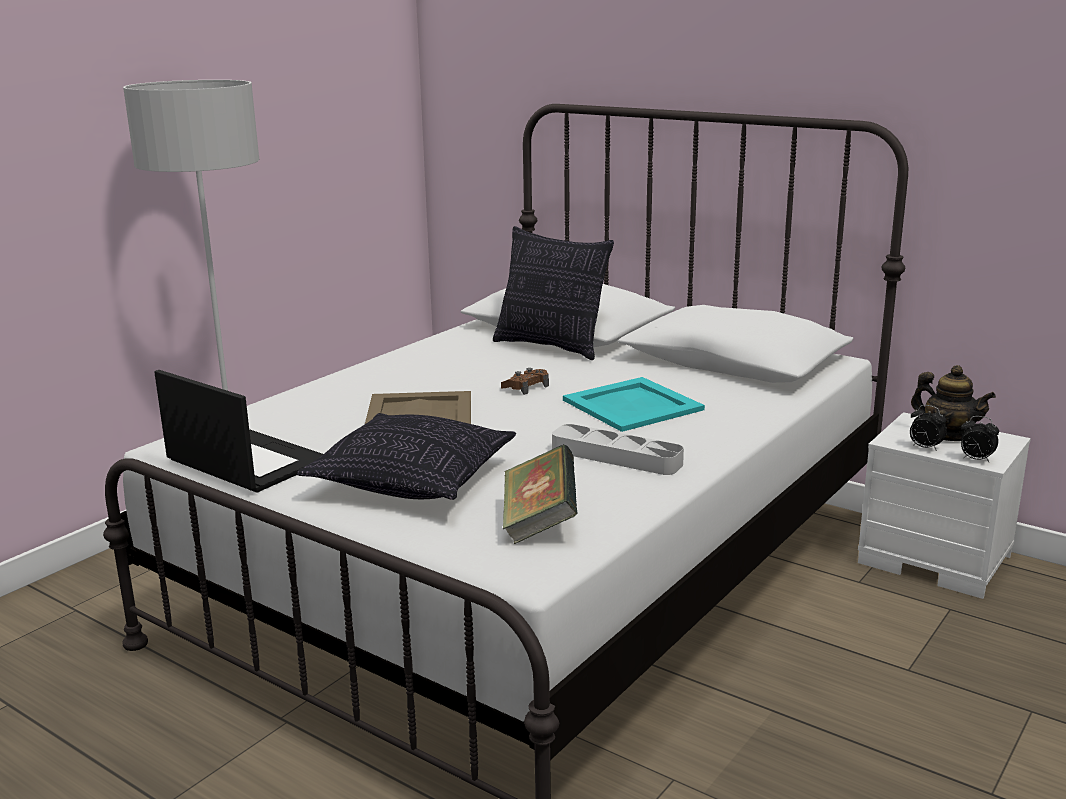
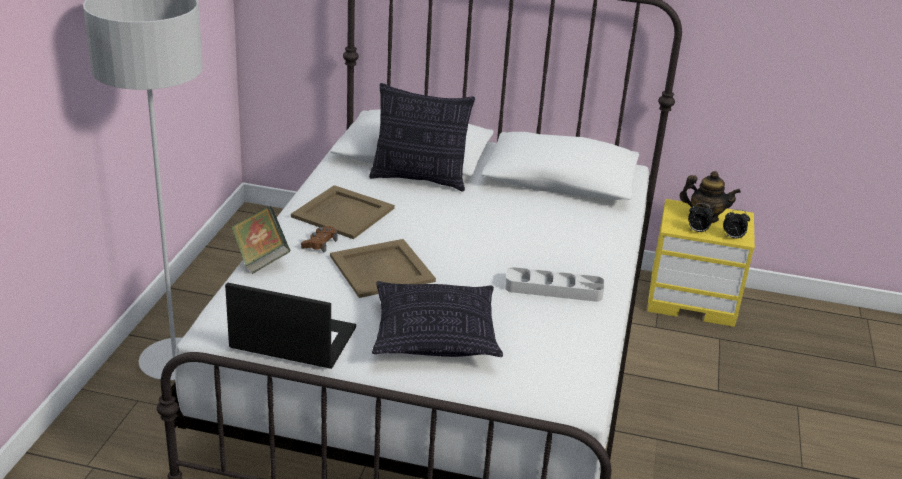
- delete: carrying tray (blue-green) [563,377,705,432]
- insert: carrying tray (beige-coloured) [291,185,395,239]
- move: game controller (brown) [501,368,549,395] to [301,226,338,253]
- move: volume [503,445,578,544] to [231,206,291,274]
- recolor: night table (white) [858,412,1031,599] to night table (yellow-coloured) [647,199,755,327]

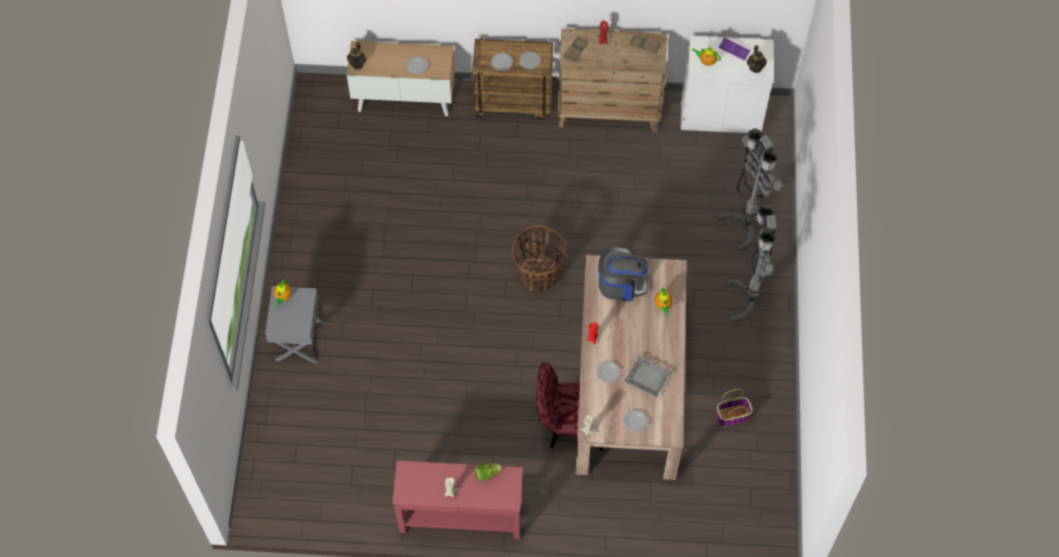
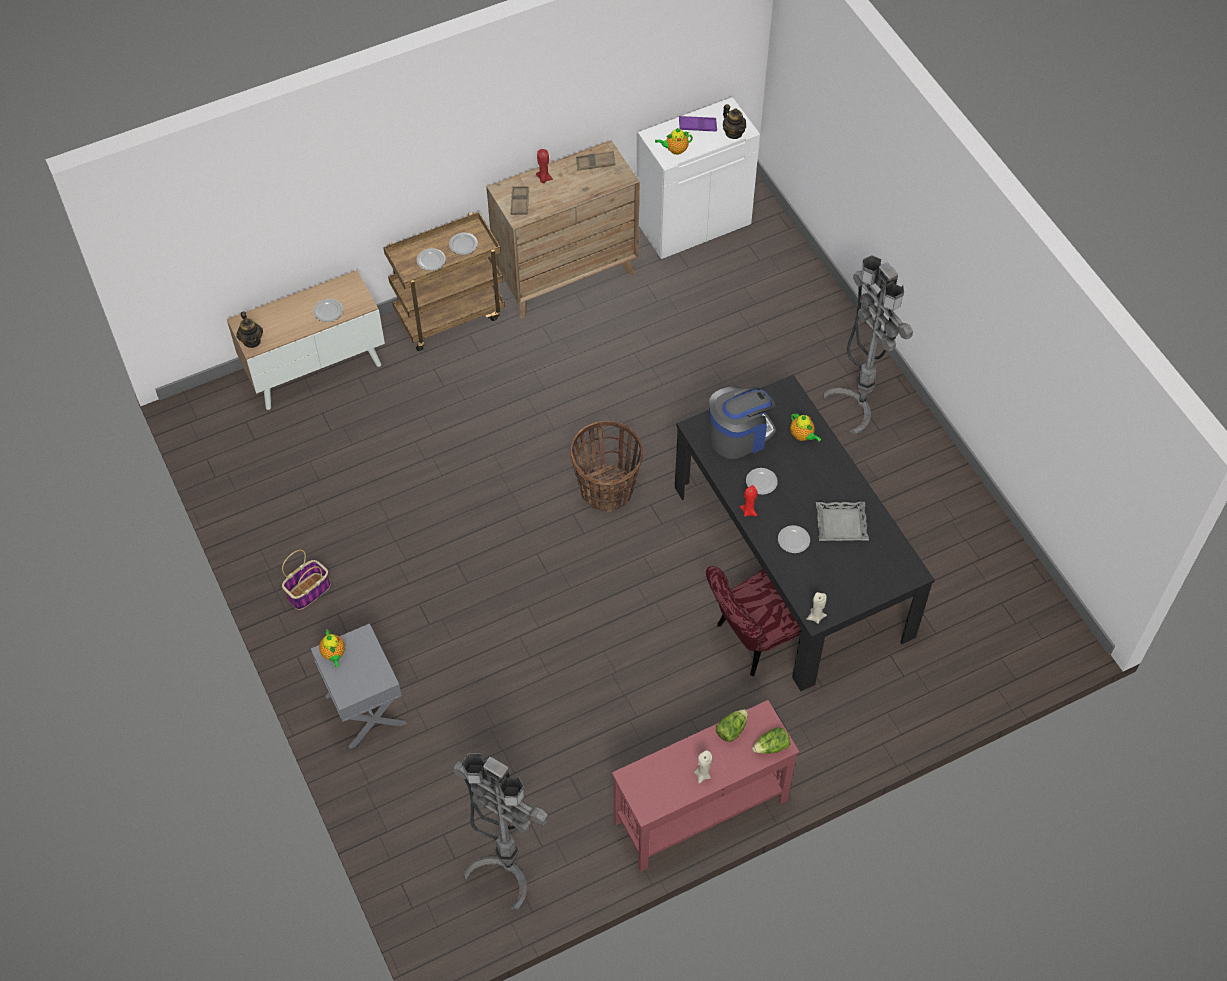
- insert: lettuce [752,728,790,754]
- move: plate [624,410,648,433] to [746,468,778,495]
- move: storage basket [716,389,753,427] to [282,550,331,610]
- move: standard lamp (greyish) [718,128,783,251] to [454,753,548,910]
- recolor: kitchen table (beige-coloured) [576,255,687,480] to kitchen table (black-coloured) [675,375,935,691]

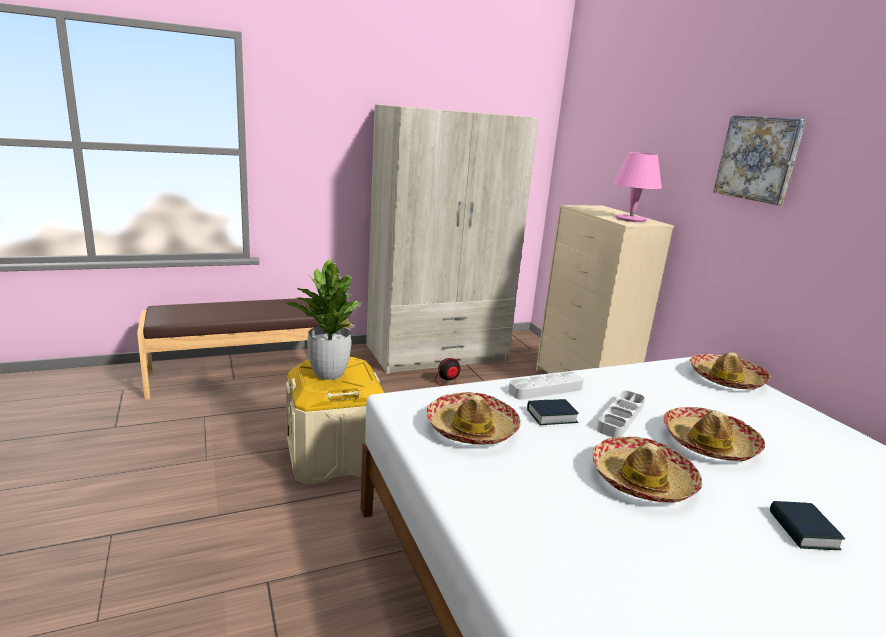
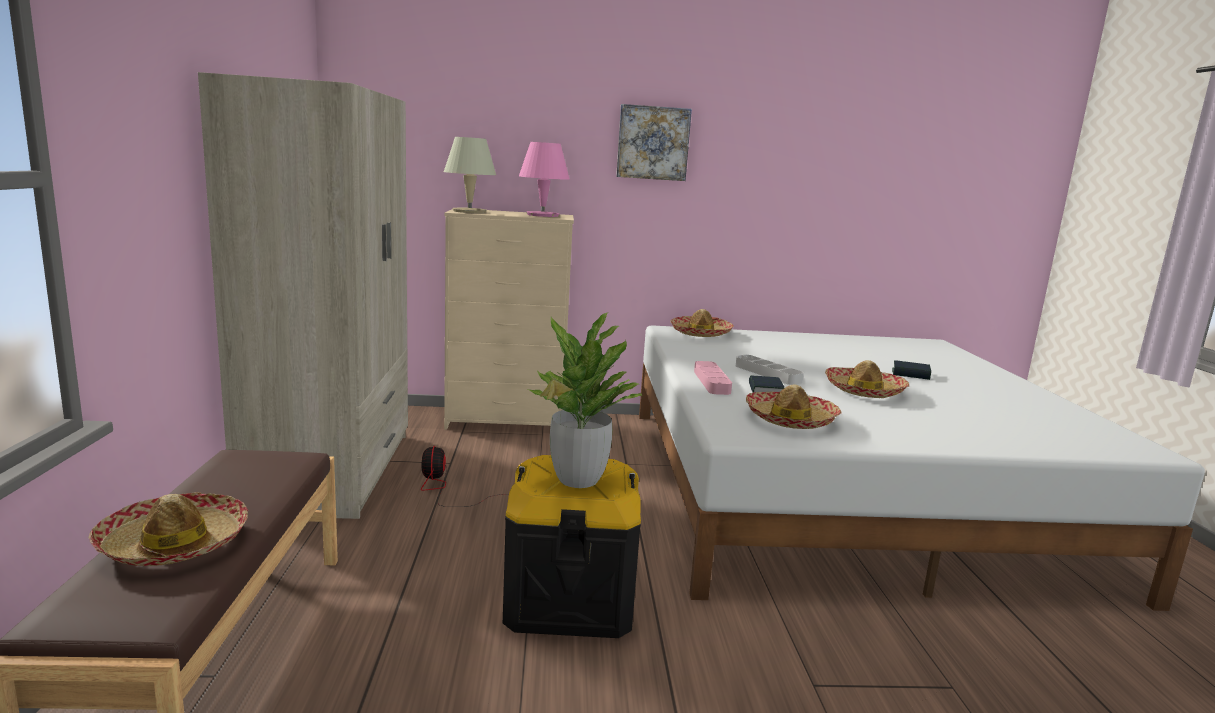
- insert: tabletop lamp (beige-coloured) [444,137,496,213]
- move: wearable hat [664,407,765,461] to [89,492,248,566]
- recolor: storage box (beige-coloured) [286,357,385,484] to storage box (black-coloured) [503,455,641,638]
- recolor: carrying tray (greyish) [508,372,584,400] to carrying tray (pink) [694,361,732,395]

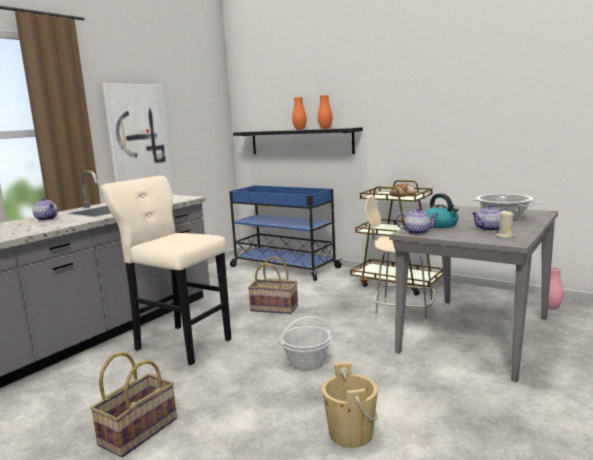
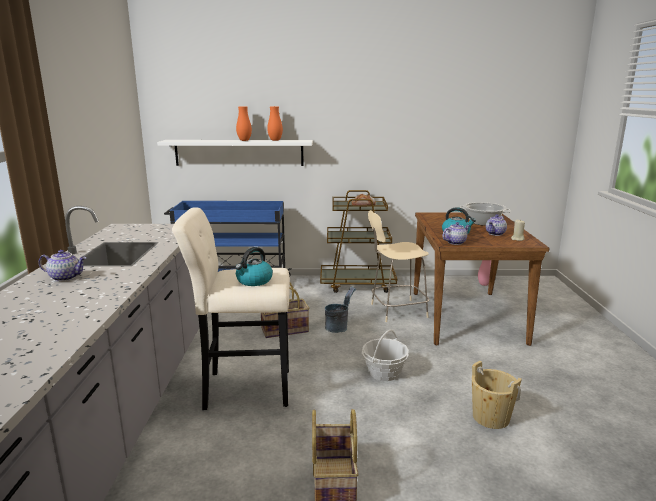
- delete: wall picture [102,83,173,185]
- insert: water kettle [235,247,273,286]
- insert: water bucket (greyish) [325,286,356,333]
- recolor: shelf (black-coloured) [233,127,363,154] to shelf (white) [157,140,313,166]
- recolor: kitchen table (greyish) [389,205,558,382] to kitchen table (brown) [414,213,550,346]

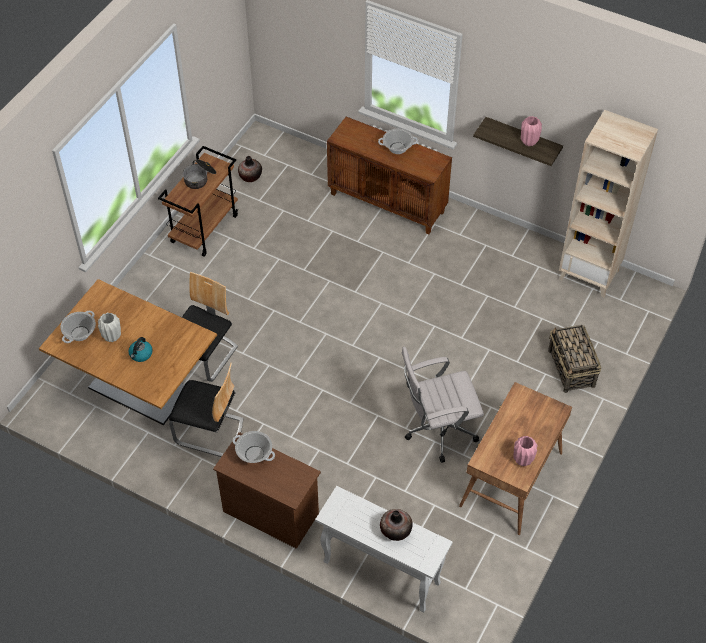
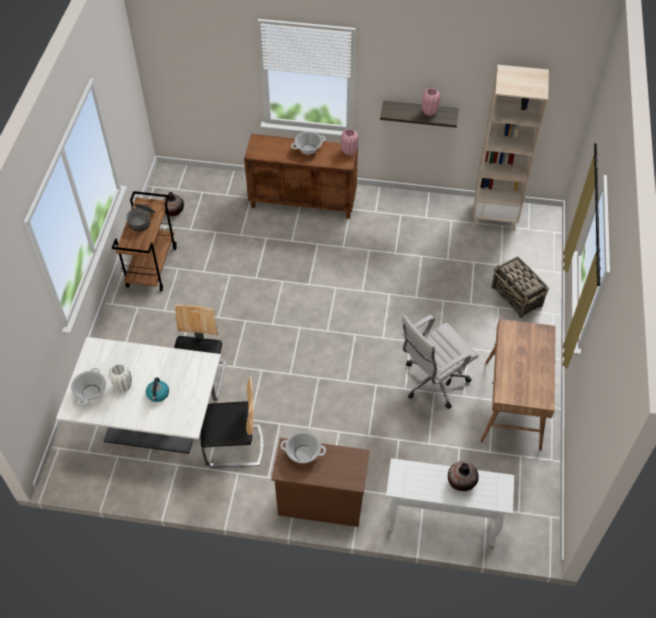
- move: vase (pink) [513,436,538,466] to [341,129,359,155]
- recolor: kitchen table (brown) [39,279,217,425] to kitchen table (white) [56,337,221,454]

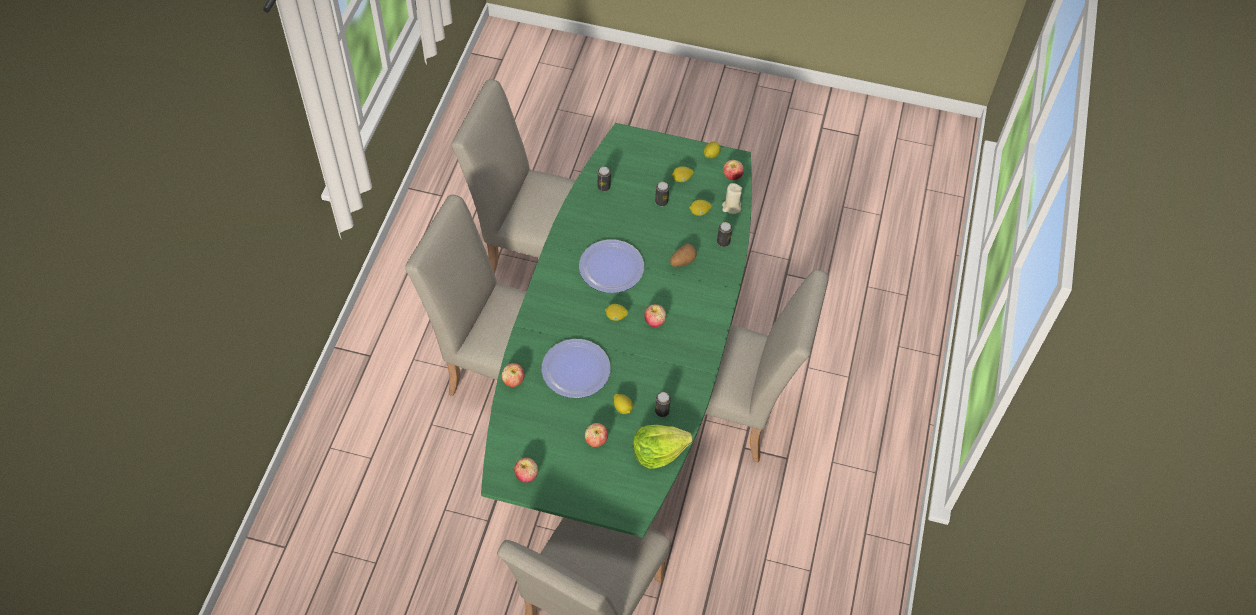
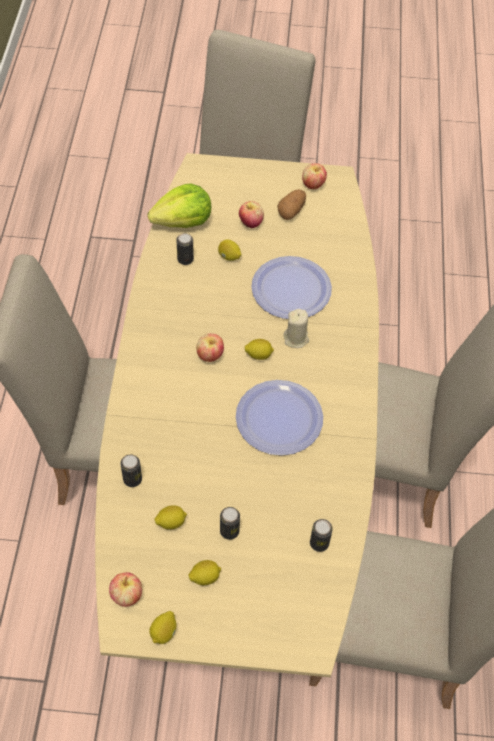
- delete: apple fruit [502,363,525,387]
- move: potato [670,244,696,267] to [277,189,306,220]
- move: candle (beige-coloured) [722,183,742,214] to [284,309,309,348]
- recolor: kitchen table (greenish) [481,123,752,538] to kitchen table (beige-coloured) [95,153,379,677]

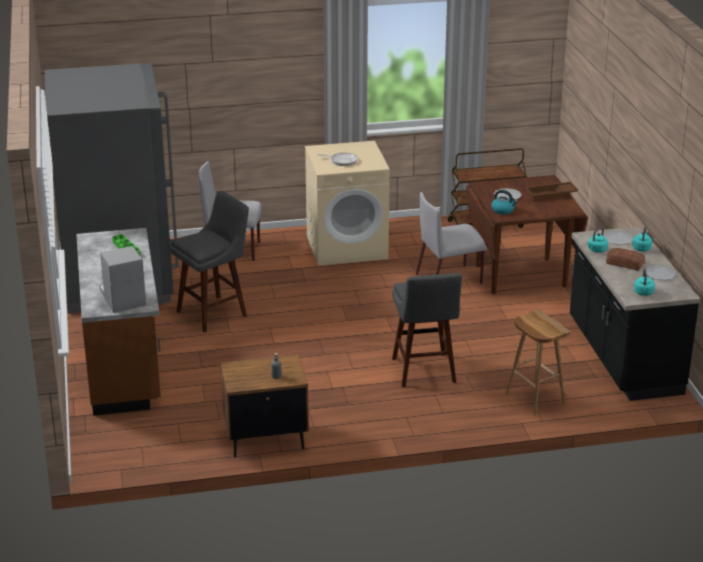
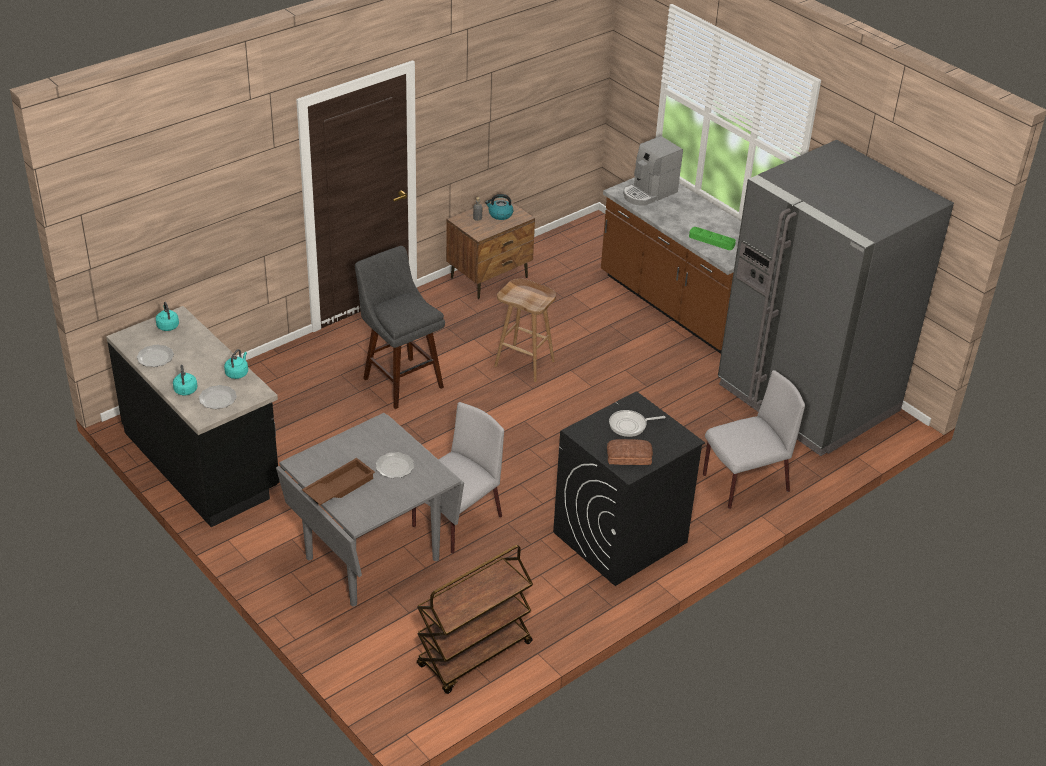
- delete: stool (greyish) [170,191,249,332]
- move: water kettle [491,190,518,215] to [485,194,513,220]
- move: stool (brown) [506,310,571,416] to [494,278,556,382]
- move: baked bread [606,248,645,271] to [607,439,653,465]
- recolor: laundry machine (beige-coloured) [305,141,390,266] to laundry machine (black-coloured) [553,391,705,586]
- recolor: kitchen table (brown) [466,175,588,294] to kitchen table (greyish) [276,413,464,606]
- rotate: coffee maker [99,246,146,313] = [623,136,683,206] 105 degrees clockwise

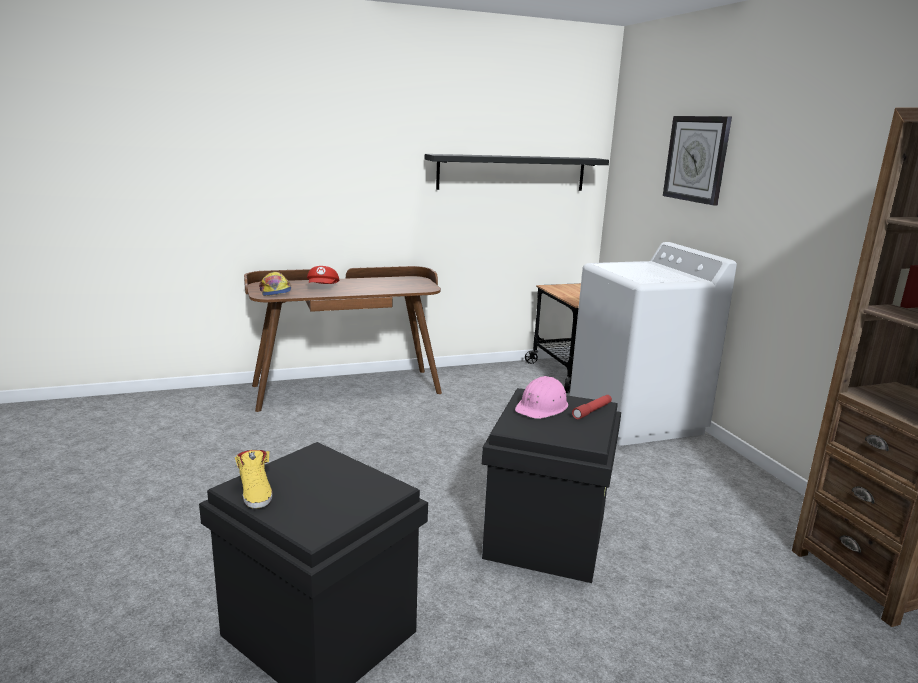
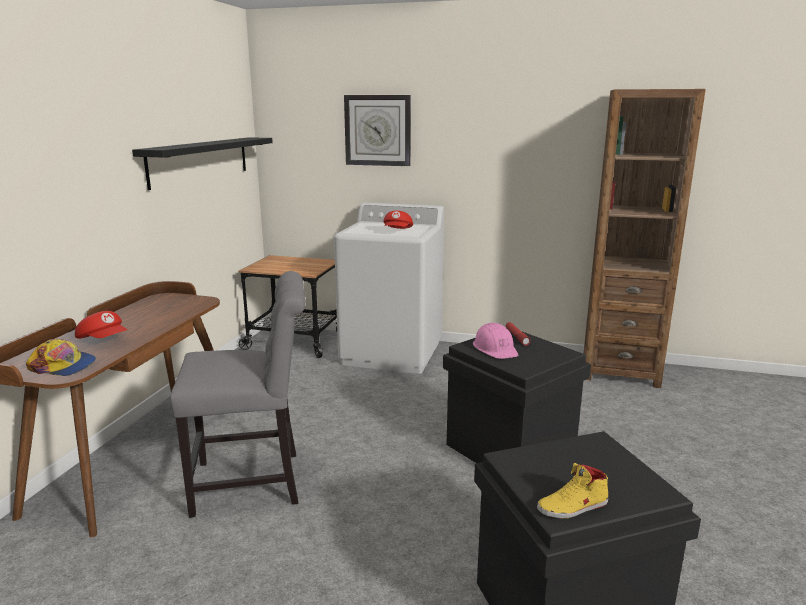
- insert: plain chair (greyish) [170,271,306,518]
- insert: cap (red-coloured) [383,211,413,229]
- rotate: low shoe (yellow-coloured) [235,450,272,509] = [537,463,608,518] 150 degrees clockwise

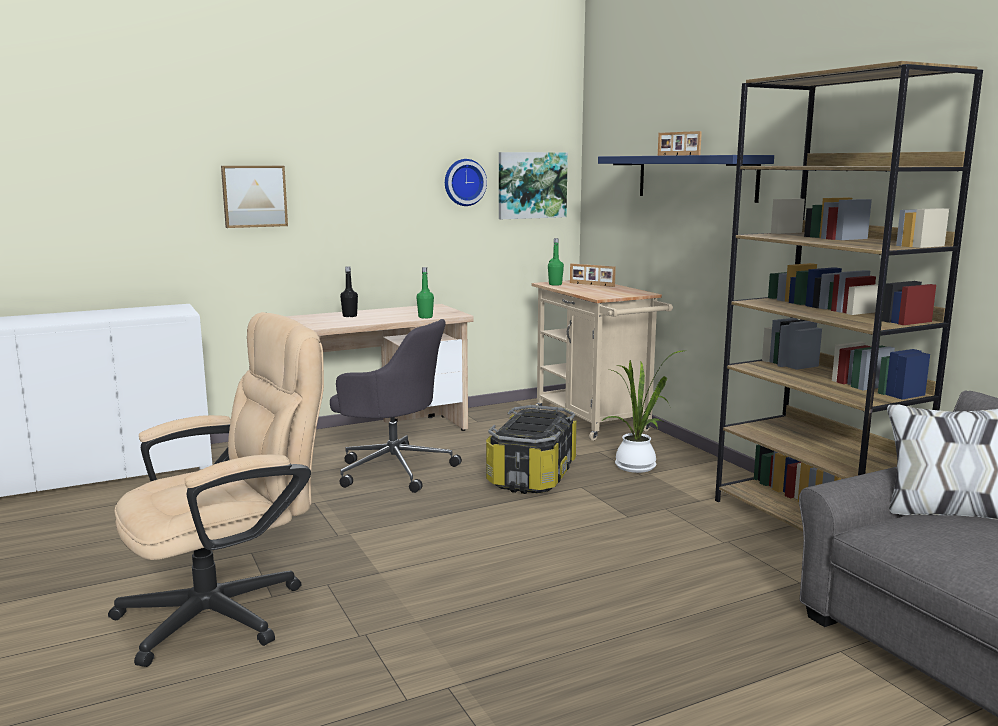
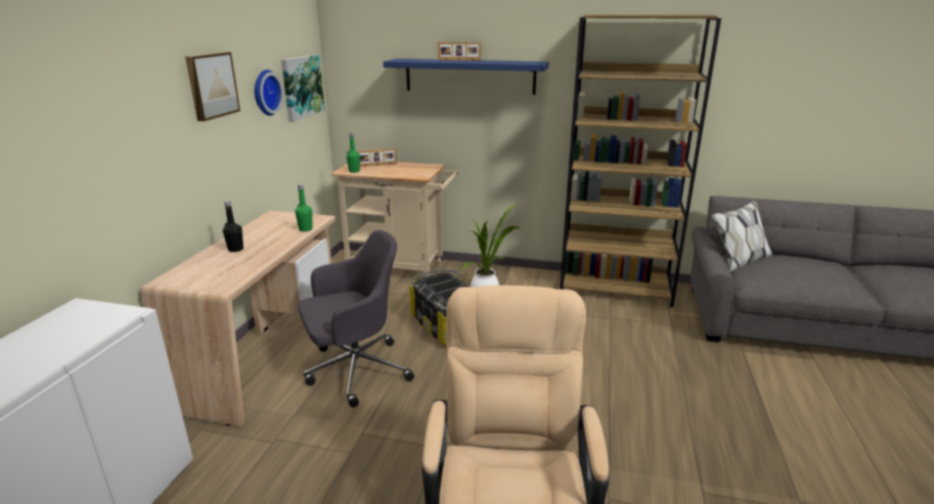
- move: wall picture [221,166,288,228] to [185,52,240,121]

